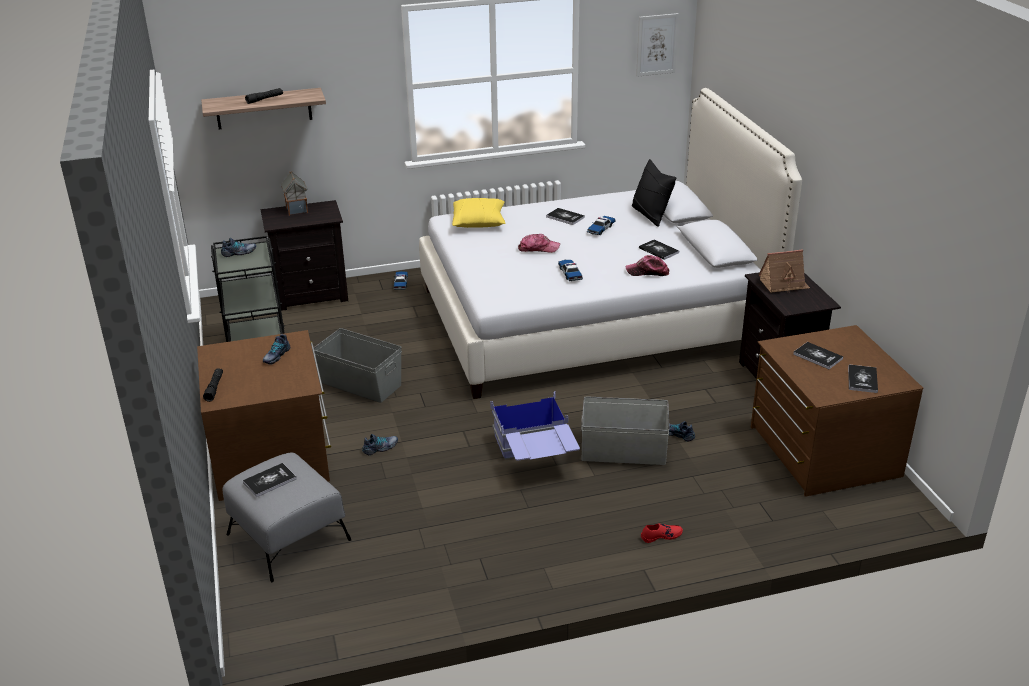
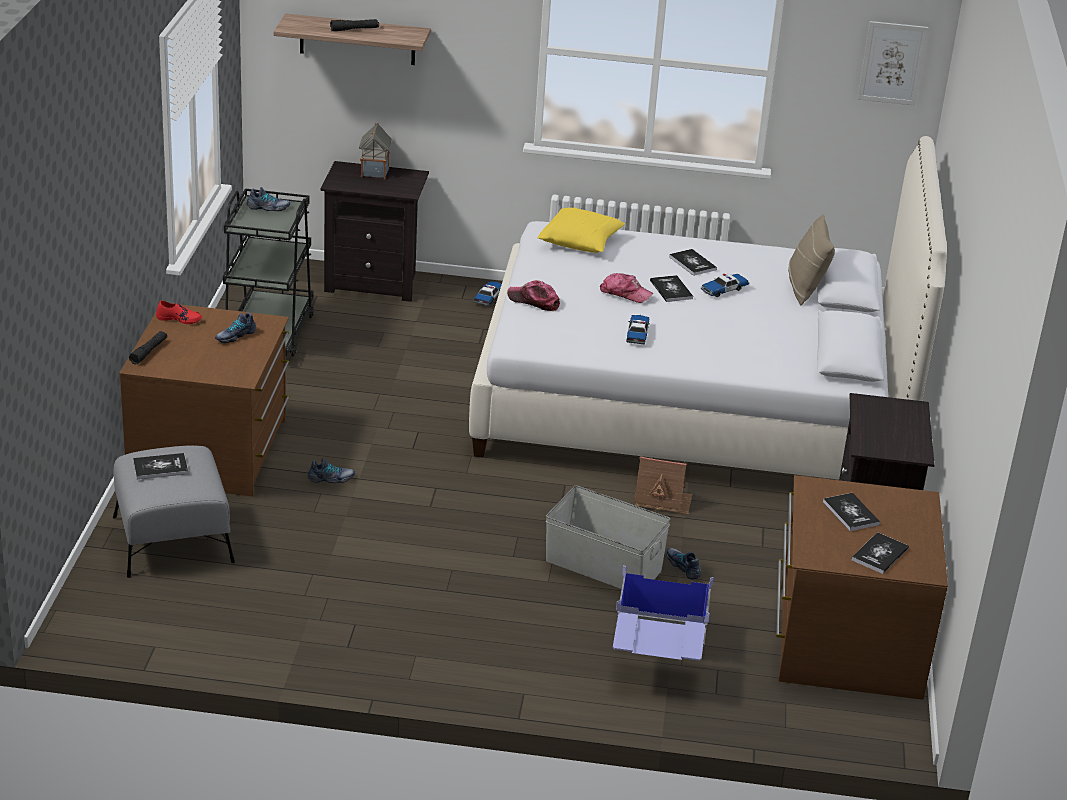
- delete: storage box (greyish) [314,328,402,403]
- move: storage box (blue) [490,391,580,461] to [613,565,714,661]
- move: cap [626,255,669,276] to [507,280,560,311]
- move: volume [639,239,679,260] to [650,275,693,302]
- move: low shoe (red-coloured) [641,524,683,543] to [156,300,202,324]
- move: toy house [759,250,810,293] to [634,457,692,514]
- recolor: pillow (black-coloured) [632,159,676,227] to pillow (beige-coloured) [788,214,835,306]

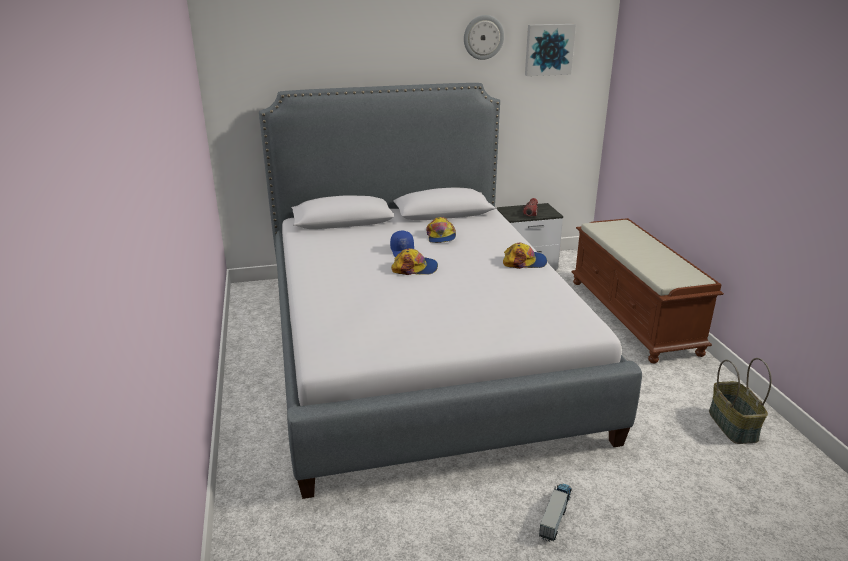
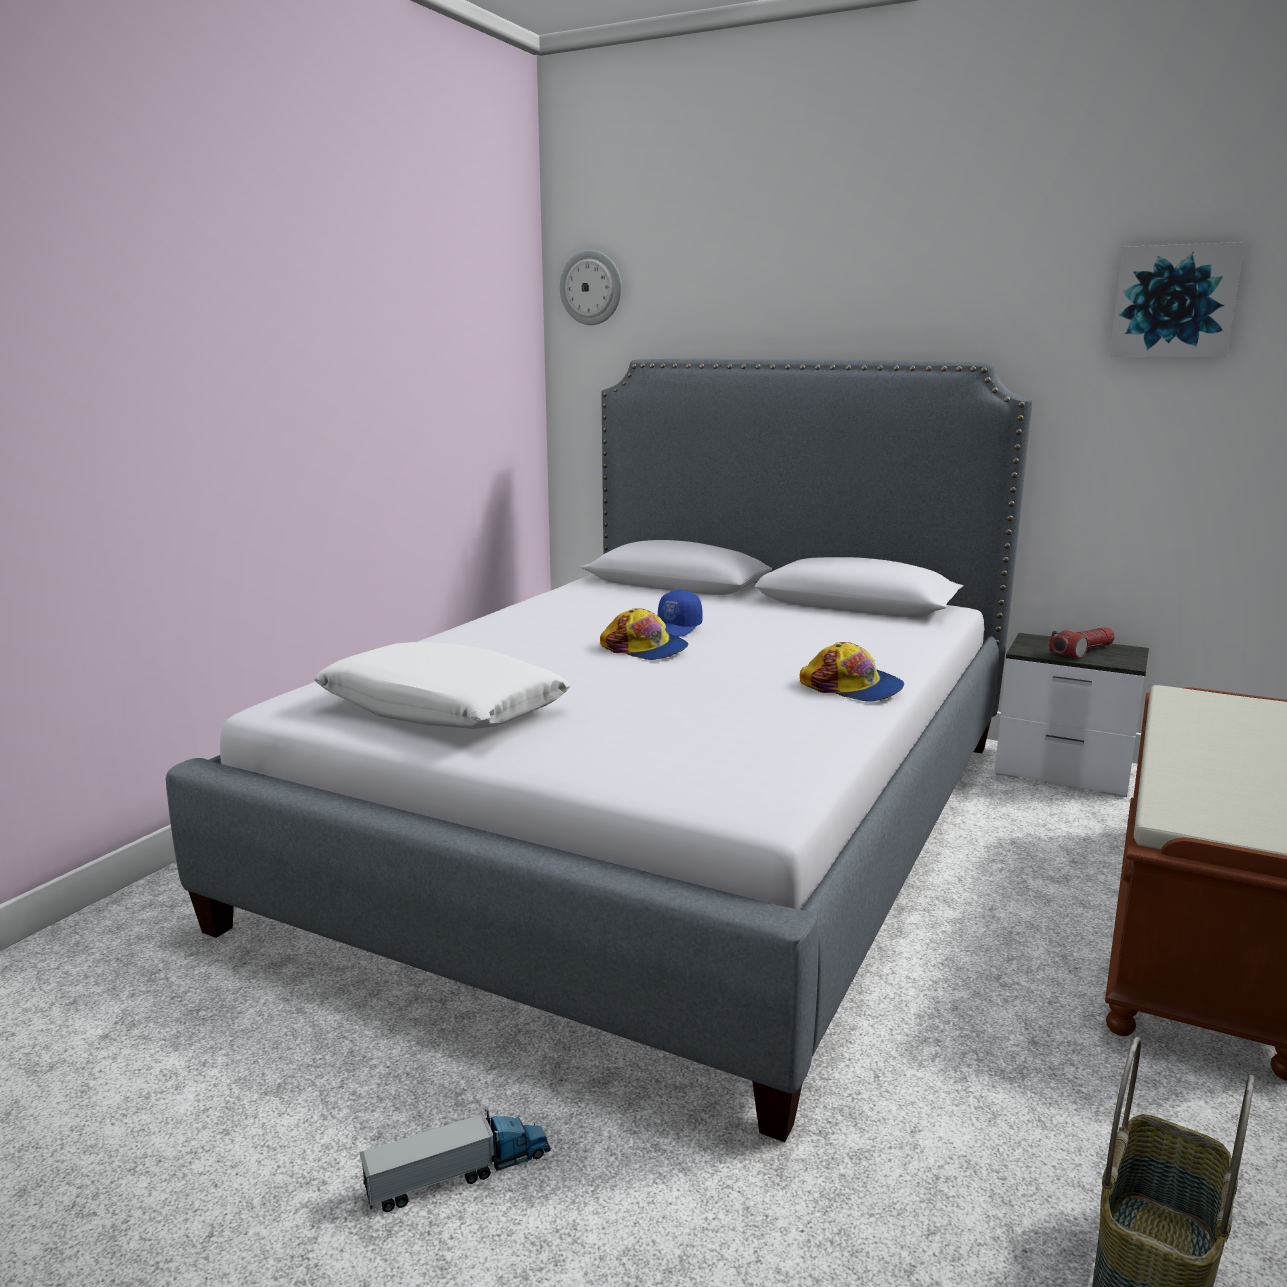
- delete: cap [426,217,456,243]
- insert: pillow (white) [314,642,571,729]
- move: clock on the wall [464,15,504,60] to [560,250,622,325]

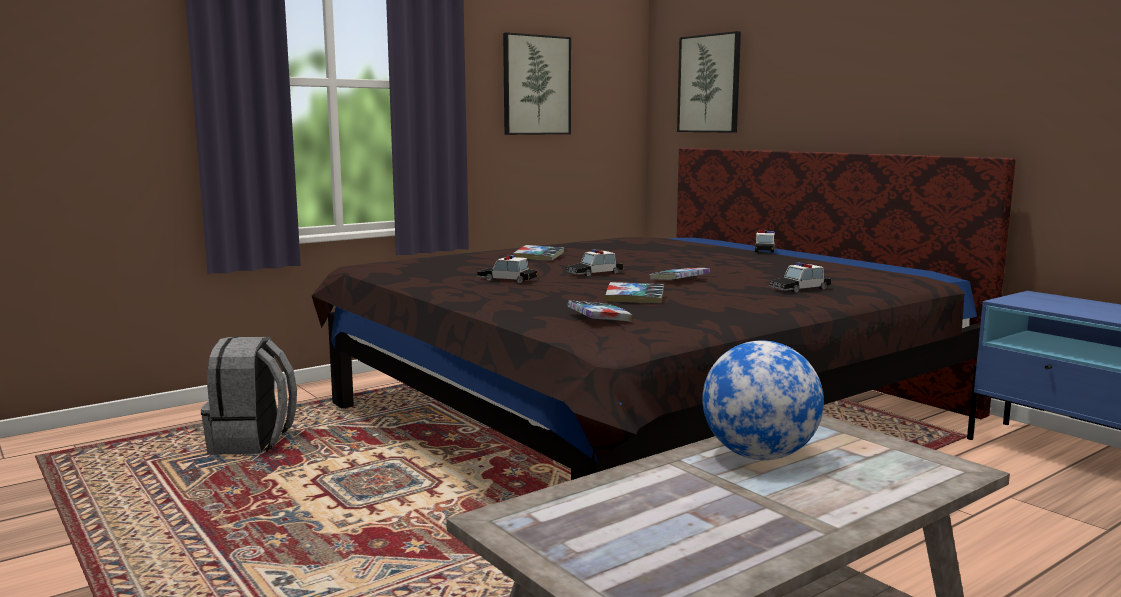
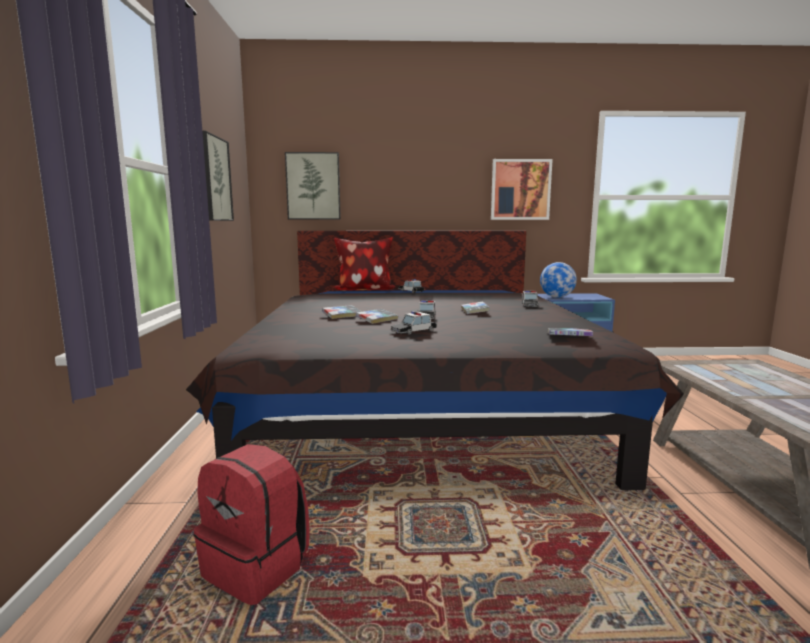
- insert: pillow [334,237,395,291]
- insert: wall picture [491,159,553,220]
- move: volume [605,282,664,303] to [356,309,398,324]
- move: world globe [702,340,824,460] to [540,262,577,298]
- recolor: backpack (greyish) [201,336,297,454] to backpack (red-coloured) [193,444,310,605]

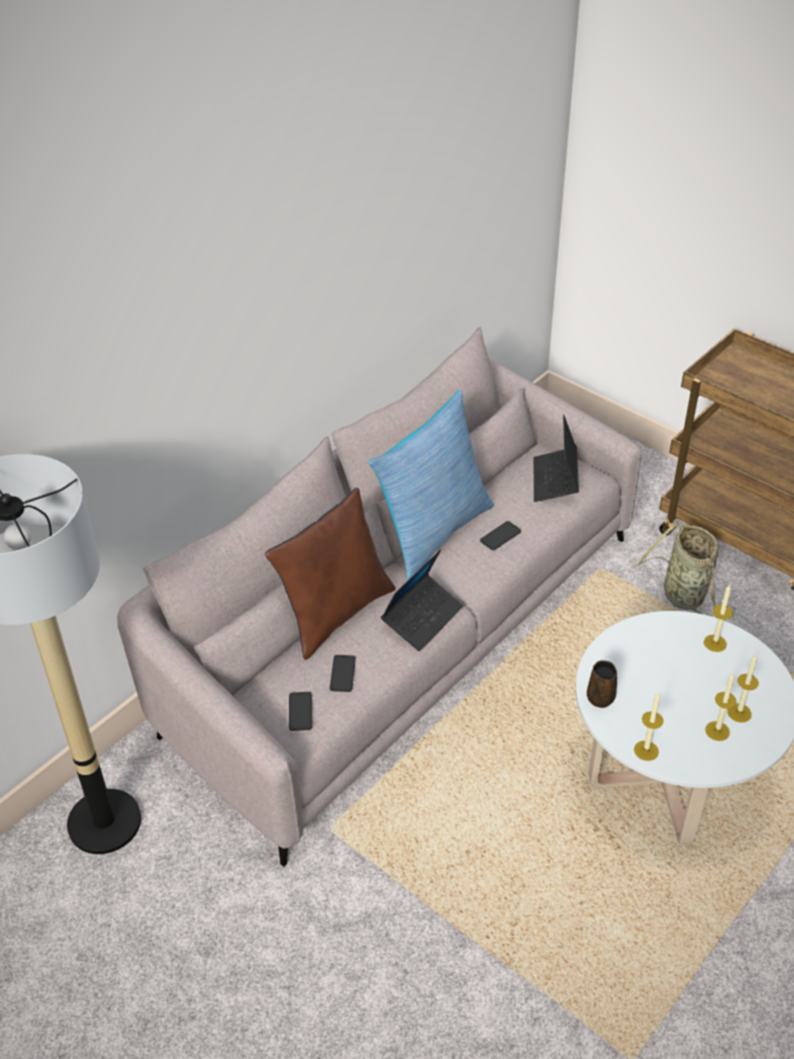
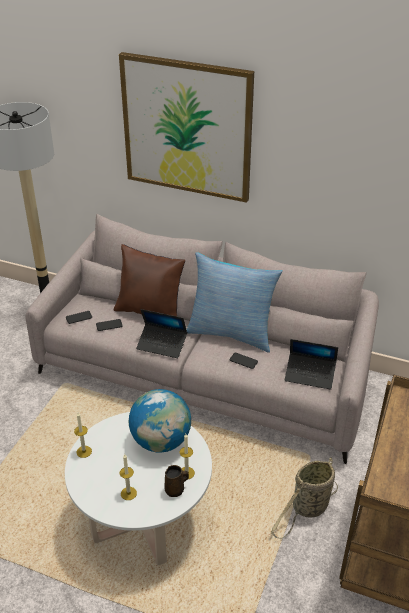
- delete: candle [705,673,736,741]
- insert: wall picture [119,52,254,203]
- insert: world globe [129,389,191,453]
- move: mug (brown) [587,660,617,708] to [165,465,189,497]
- rotate: notebook computer [534,415,579,502] = [285,339,338,390] 150 degrees counterclockwise

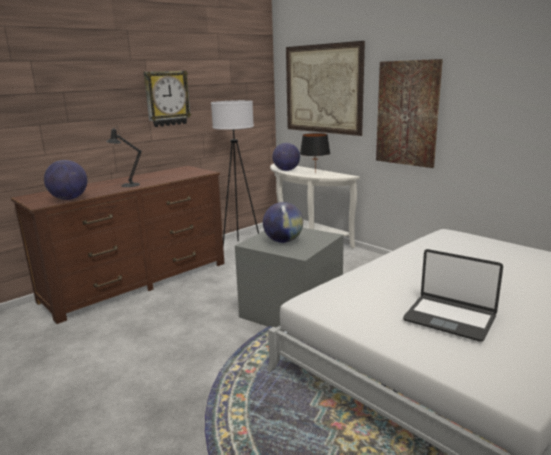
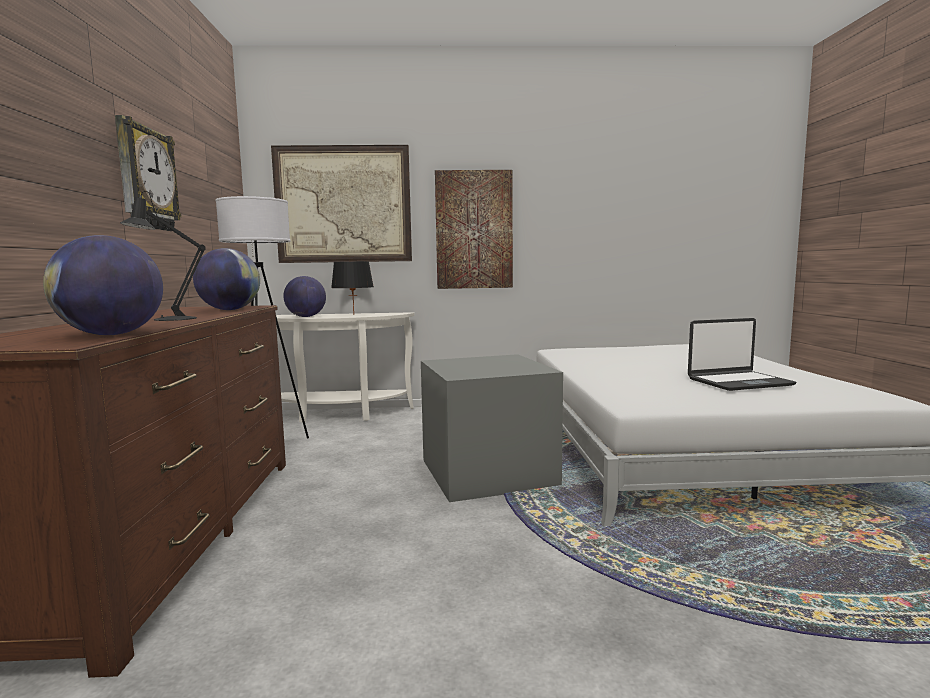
- move: world globe [263,202,303,243] to [193,248,260,310]

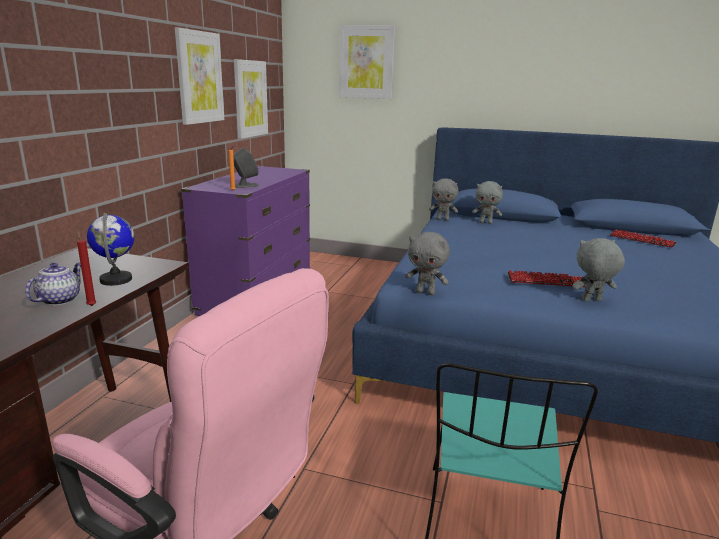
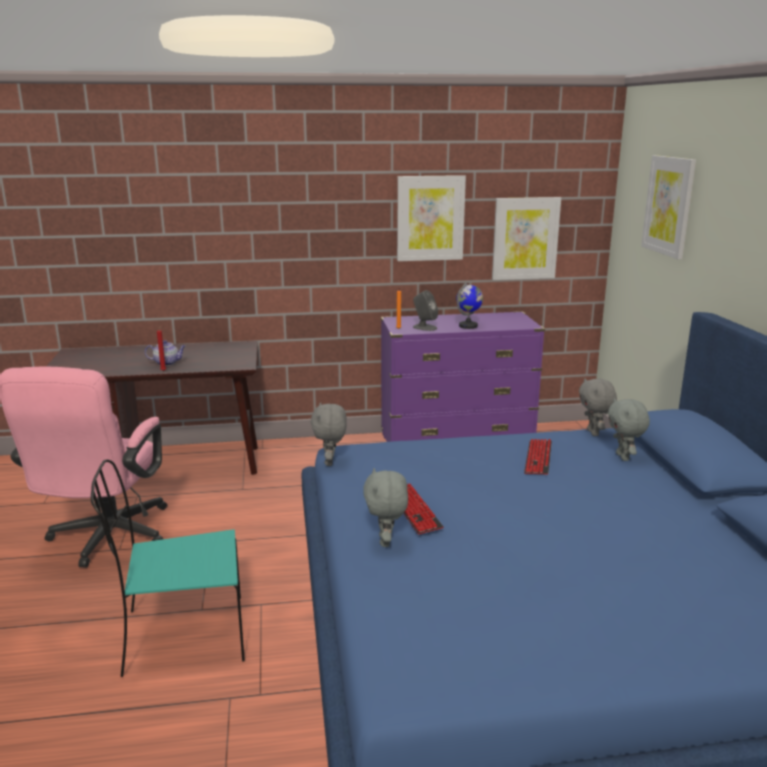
- move: world globe [87,213,134,286] to [456,283,483,329]
- move: PC keyboard [610,229,677,248] to [524,439,552,474]
- rotate: plush toy (greyish) [572,238,625,301] = [363,468,408,547] 150 degrees counterclockwise

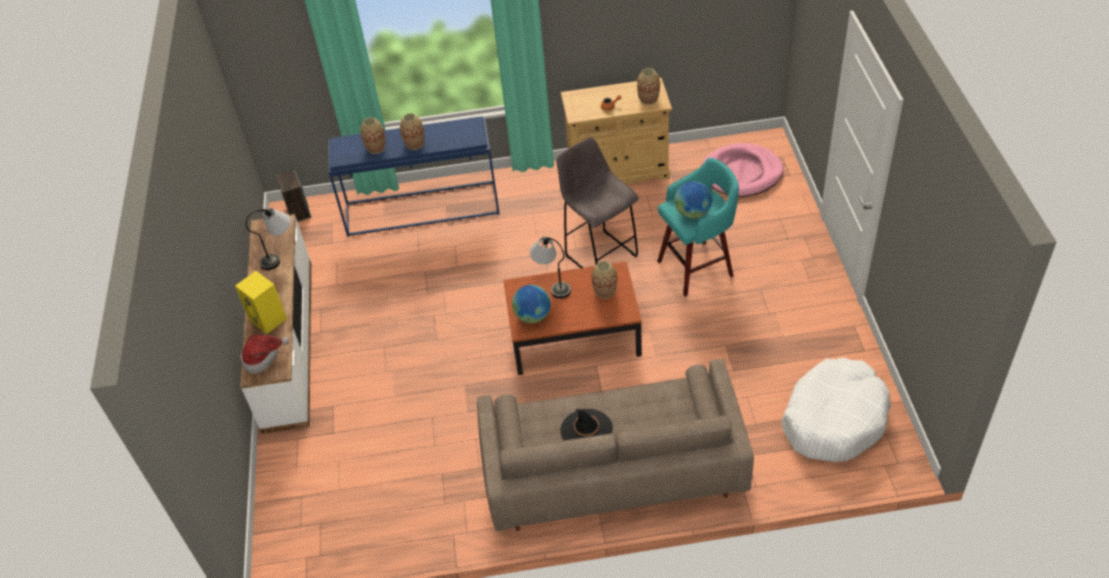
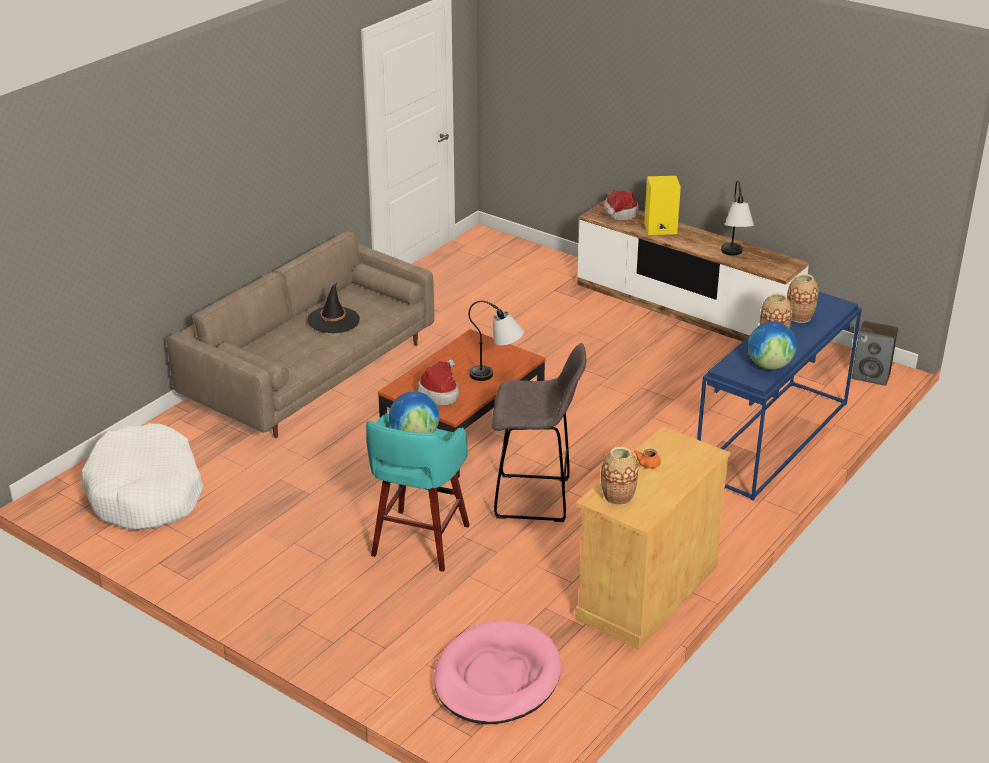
- move: world globe [512,285,551,323] to [748,322,797,370]
- replace: vase [592,261,617,299] to wearable hat [418,359,459,406]

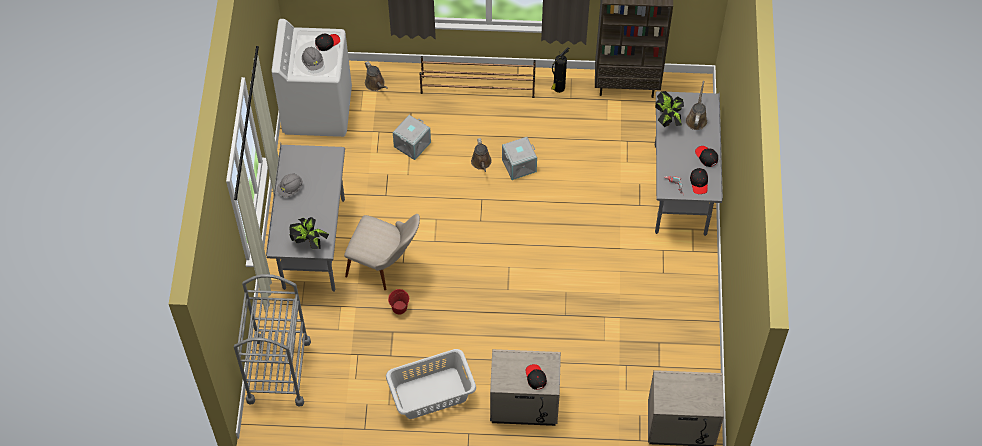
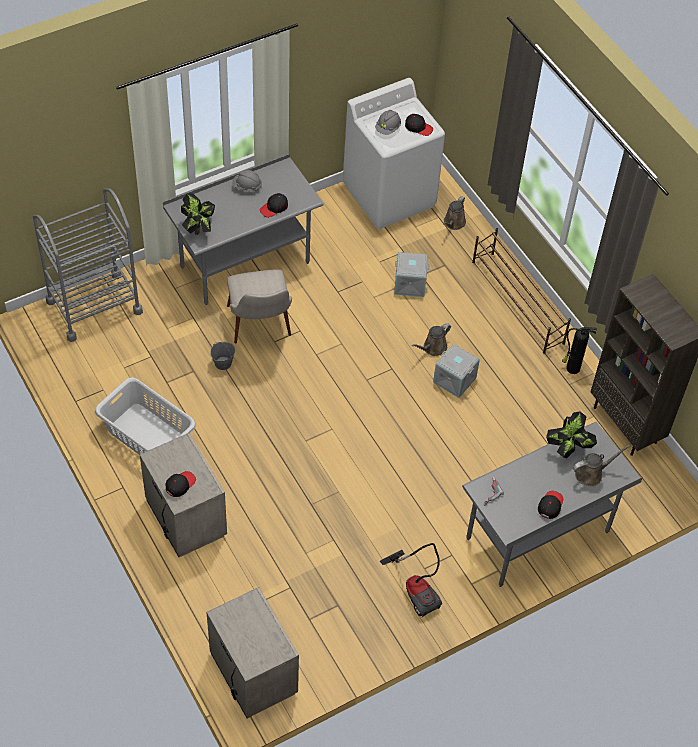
- insert: hoover [380,543,442,617]
- move: cap (black-coloured) [690,168,708,194] to [260,193,288,218]
- recolor: water bucket (red-coloured) [388,289,409,315] to water bucket (greyish) [210,342,235,370]

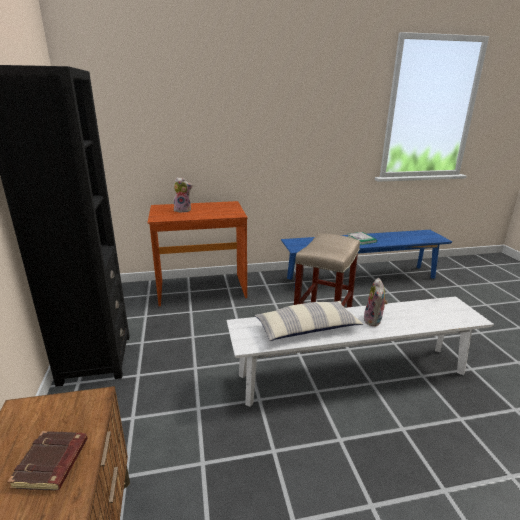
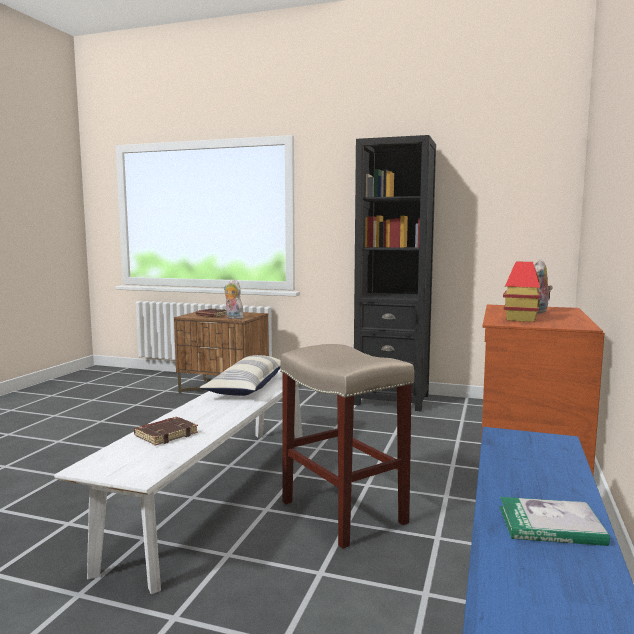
- insert: volume (brown) [134,417,198,446]
- insert: toy house [503,262,541,322]
- move: plush toy [363,278,388,326] to [224,279,244,319]

